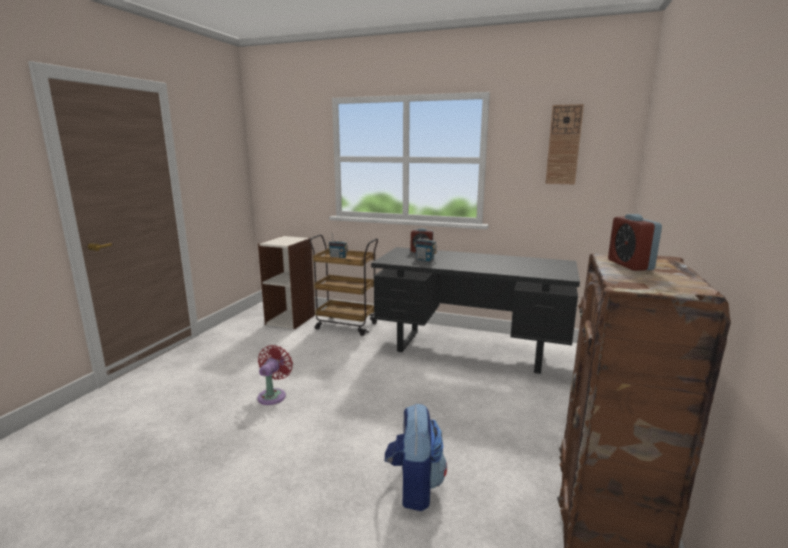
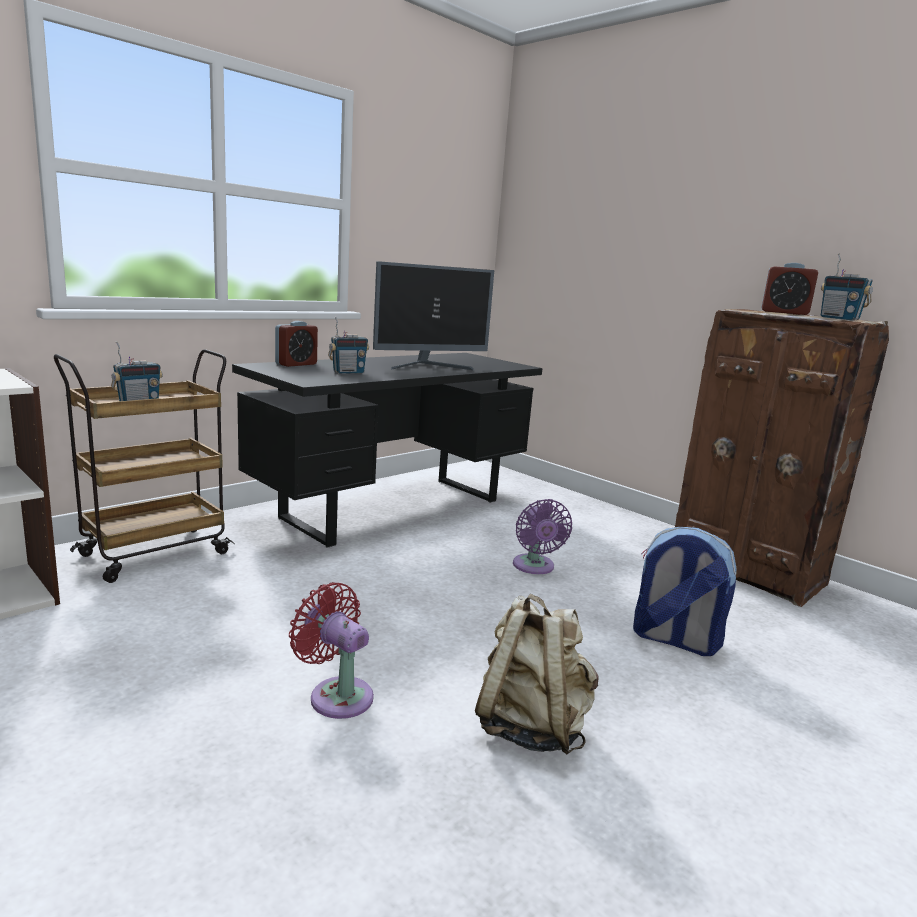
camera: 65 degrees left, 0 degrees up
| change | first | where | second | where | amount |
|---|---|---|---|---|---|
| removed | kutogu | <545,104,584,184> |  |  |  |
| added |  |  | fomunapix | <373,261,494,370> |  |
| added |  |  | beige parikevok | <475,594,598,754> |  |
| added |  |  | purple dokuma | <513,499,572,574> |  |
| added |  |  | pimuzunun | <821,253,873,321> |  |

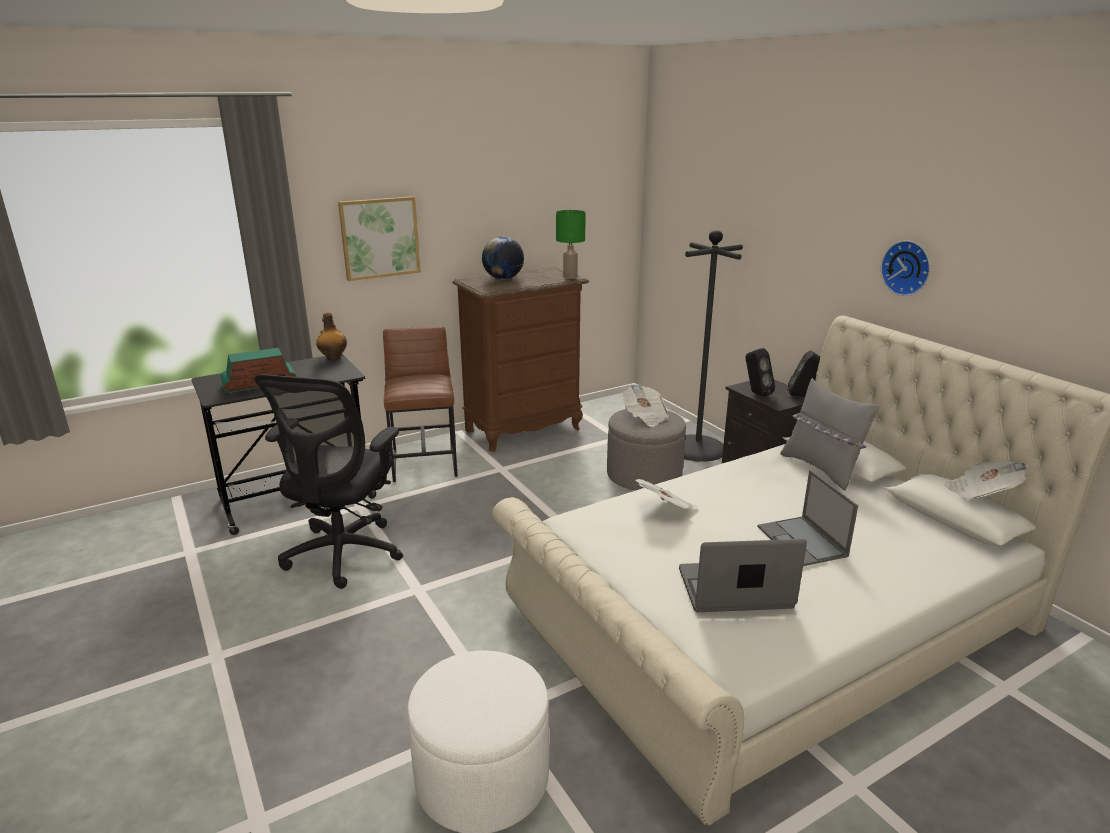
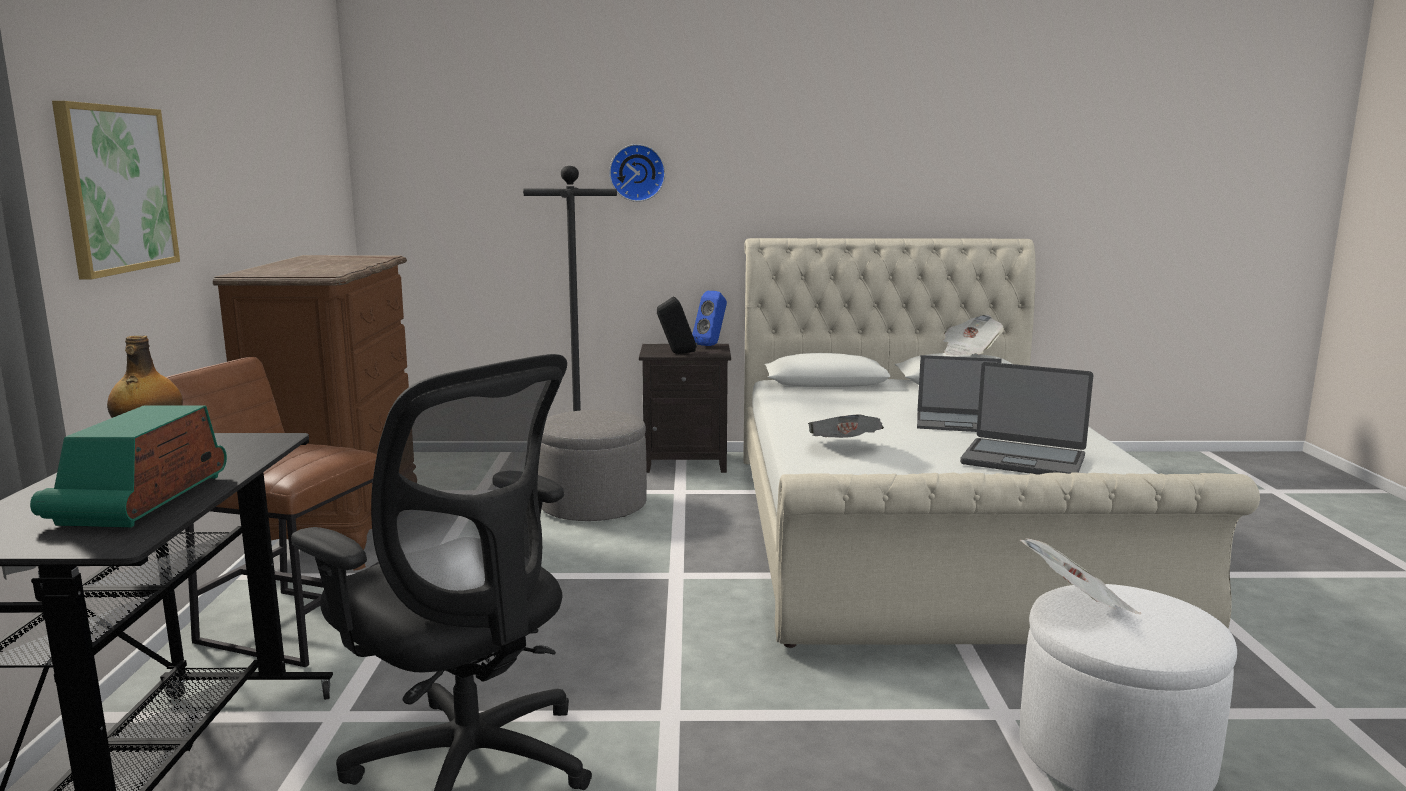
camera: 60 degrees left, 10 degrees down
| change | first | where | second | where | amount |
|---|---|---|---|---|---|
| removed | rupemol | <482,236,524,279> |  |  |  |
| removed | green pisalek | <556,210,586,279> |  |  |  |
| moved | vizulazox | <623,384,669,427> |  | <1020,538,1141,614> |  |
| turned | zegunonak | <679,539,807,612> |  | <960,362,1093,474> | 90 degrees counterclockwise |
| removed | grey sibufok | <780,378,879,490> |  |  |  |
| recoloured | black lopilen | <787,350,820,396> | blue lopilen | <692,291,727,346> |  |
| moved | kutogu | <881,240,930,296> |  | <609,144,666,202> |  |

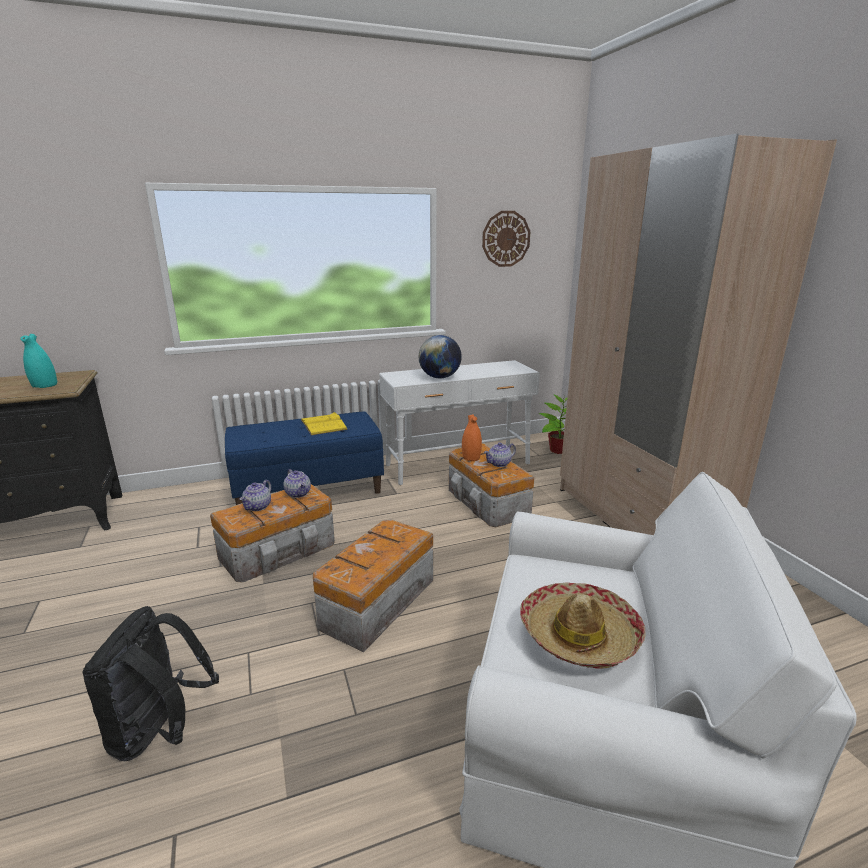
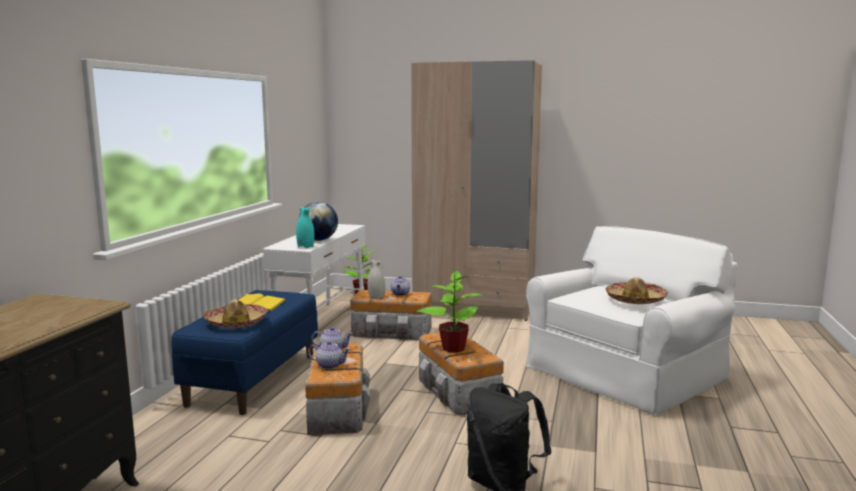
camera: 55 degrees left, 10 degrees down
| change | first | where | second | where | amount |
|---|---|---|---|---|---|
| moved | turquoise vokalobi | <20,334,57,388> |  | <296,207,315,248> |  |
| turned | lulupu | <239,480,271,511> |  | <308,341,350,369> | 45 degrees counterclockwise |
| recoloured | orange vokalobi | <462,414,482,461> | white vokalobi | <367,260,385,299> |  |
| removed | kutogu | <482,211,531,267> |  |  |  |
| added |  |  | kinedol | <203,300,268,328> |  |
| added |  |  | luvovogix | <416,269,483,352> |  |

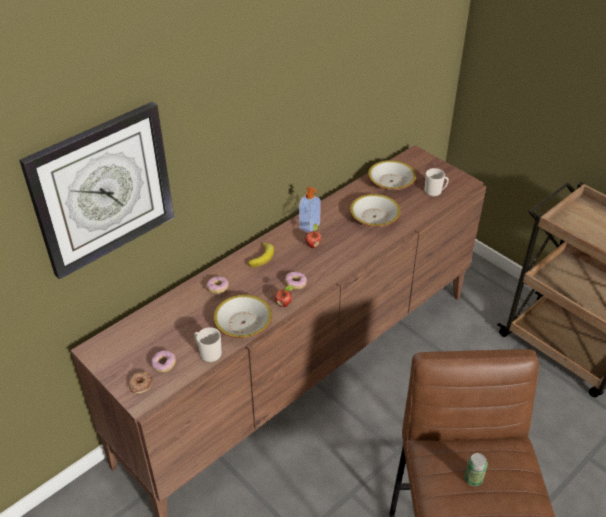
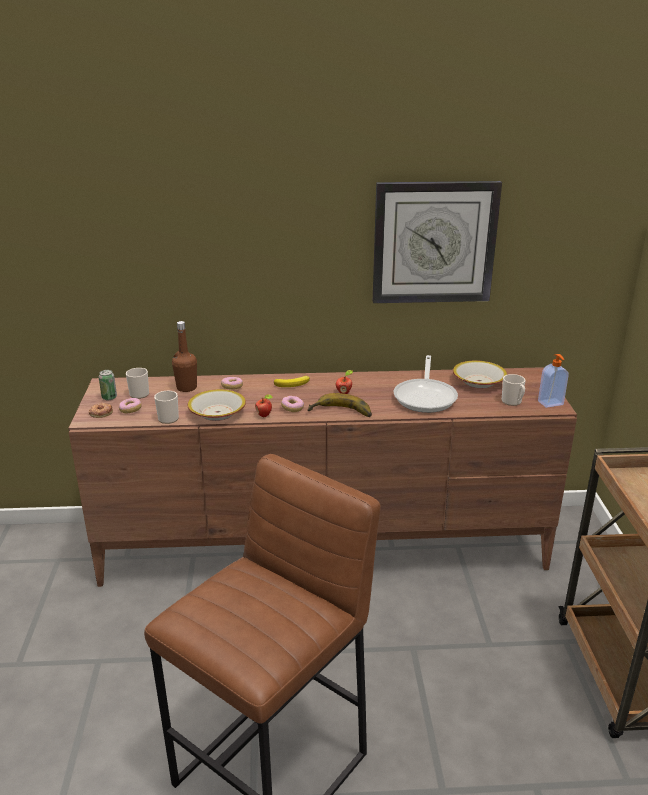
camera: 40 degrees right, 15 degrees down
| change | first | where | second | where | amount |
|---|---|---|---|---|---|
| moved | kutogu | <19,102,174,280> |  | <373,181,502,303> |  |
| moved | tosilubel | <299,187,321,233> |  | <538,354,569,408> |  |
| replaced | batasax | <350,194,401,227> | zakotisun | <394,355,458,413> |  |
| moved | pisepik | <464,453,488,486> |  | <99,370,117,400> |  |
| added |  |  | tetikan | <126,368,149,399> |  |
| added |  |  | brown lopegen | <172,321,197,392> |  |
| added |  |  | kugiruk | <307,393,372,417> |  |

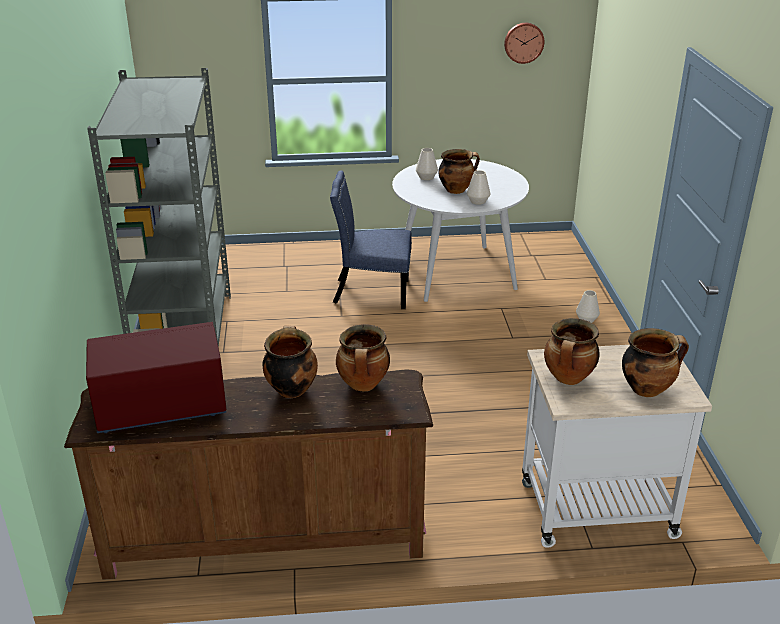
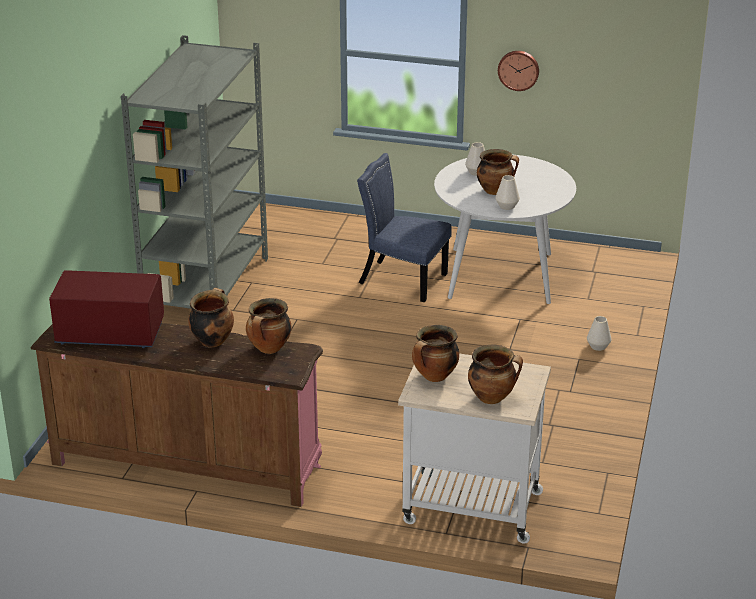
camera: 20 degrees right, 0 degrees up
| change | first | where | second | where | amount |
|---|---|---|---|---|---|
| moved | kutogu | <504,23,544,64> |  | <498,51,539,91> |  |

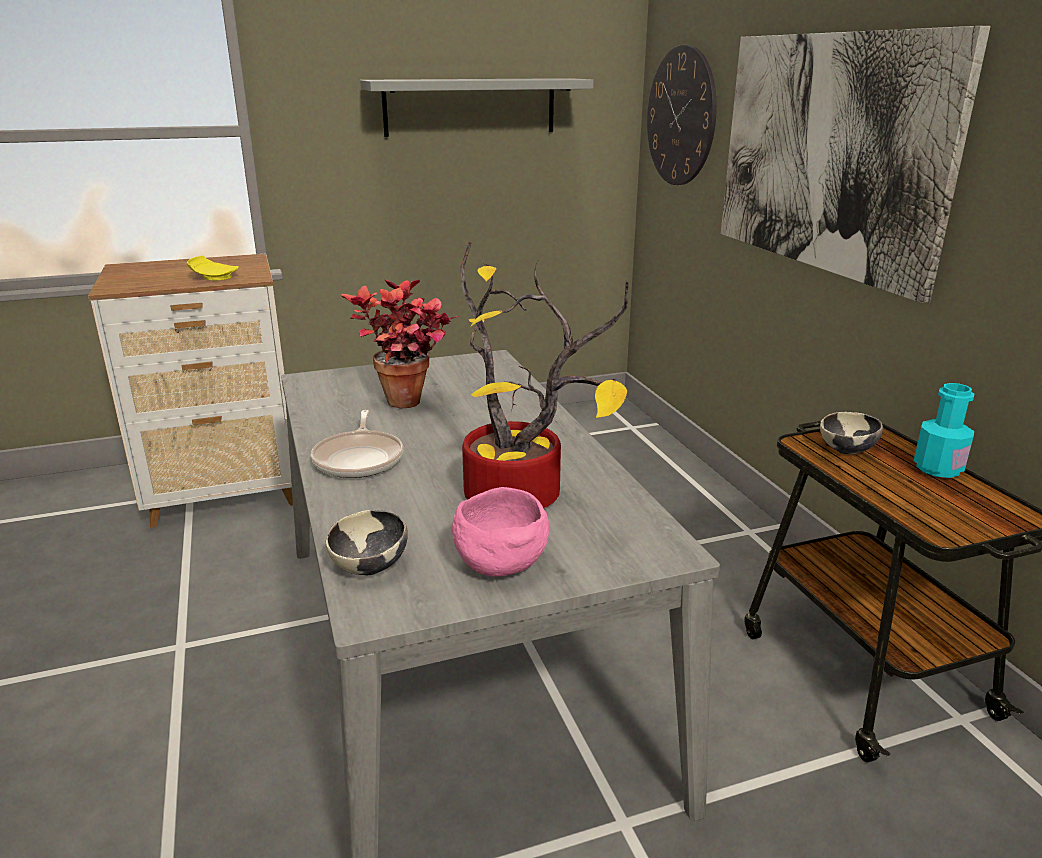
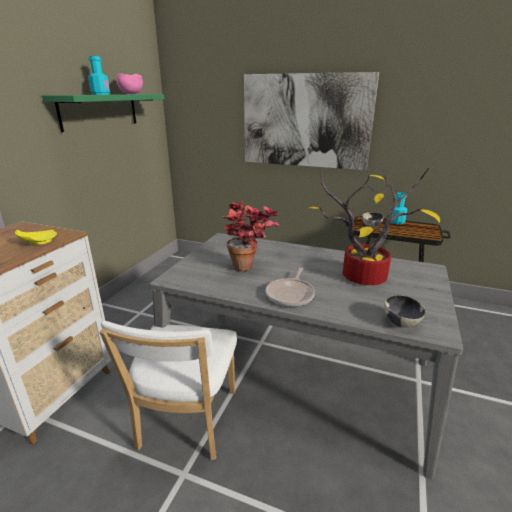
camera: 50 degrees left, 0 degrees up
| change | first | where | second | where | amount |
|---|---|---|---|---|---|
| turned | zakotisun | <311,410,404,478> |  | <266,267,315,307> | 75 degrees clockwise |
| recoloured | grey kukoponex | <360,78,594,137> | green kukoponex | <42,94,164,132> |  |
| moved | pink batasax | <452,487,549,577> |  | <116,73,143,94> |  |
| removed | kutogu | <647,45,717,185> |  |  |  |
| added |  |  | turquoise lopegen | <88,56,110,95> |  |
| added |  |  | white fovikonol | <99,321,237,460> |  |

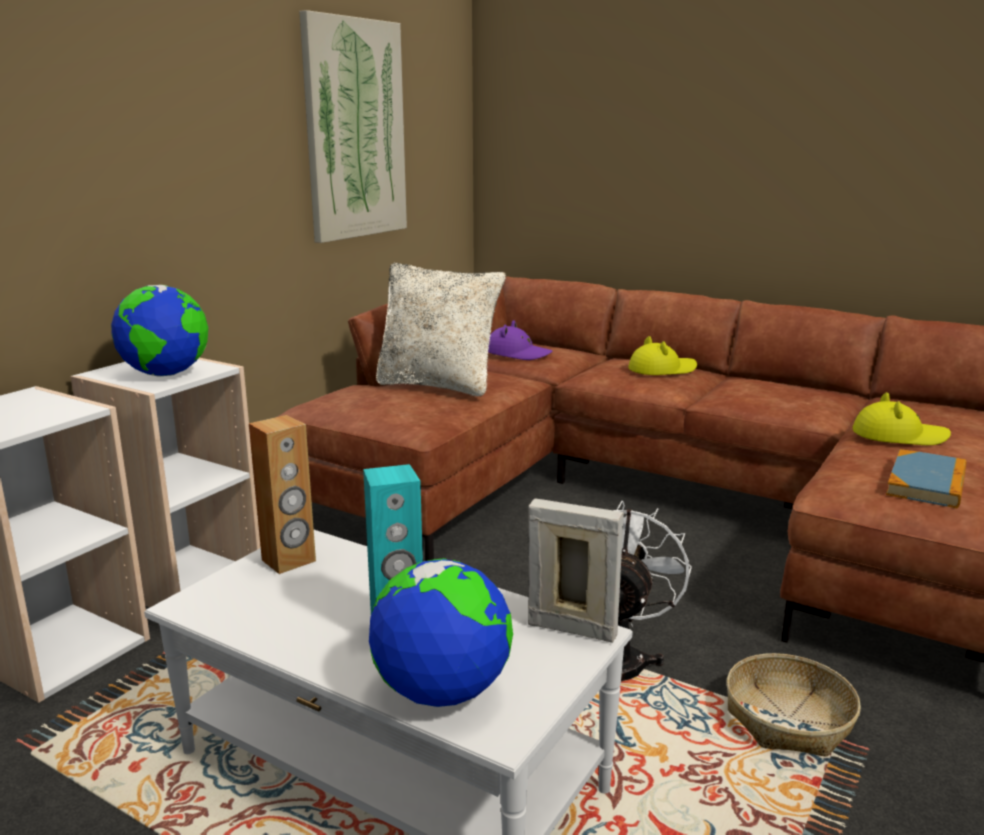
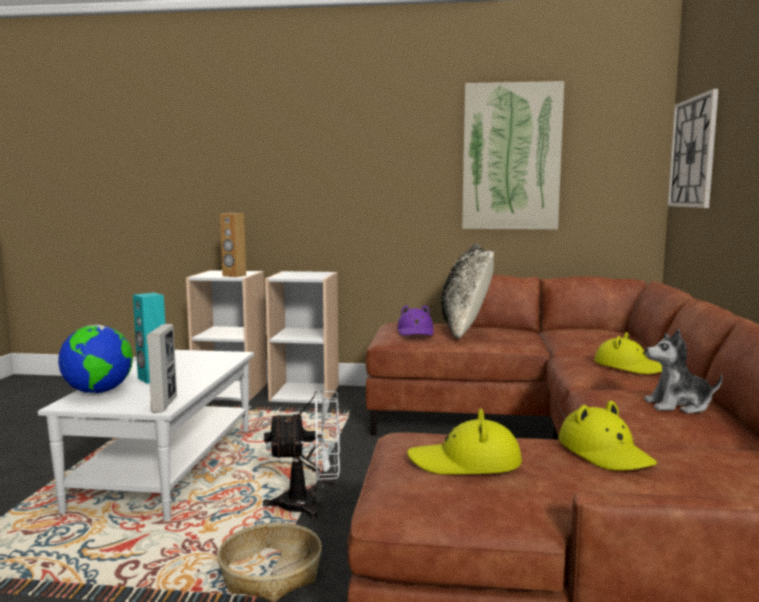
camera: 65 degrees right, 10 degrees down
| change | first | where | second | where | amount |
|---|---|---|---|---|---|
| removed | rupemol | <111,285,208,377> |  |  |  |
| moved | brown lopilen | <249,415,316,574> |  | <220,213,246,277> |  |
| moved | purple kinedol | <488,320,553,360> |  | <397,305,434,336> |  |
| replaced | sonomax | <886,449,966,508> | yellow kinedol | <407,408,522,475> |  |
| added |  |  | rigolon | <644,329,723,413> |  |
| added |  |  | kutogu | <668,89,719,208> |  |

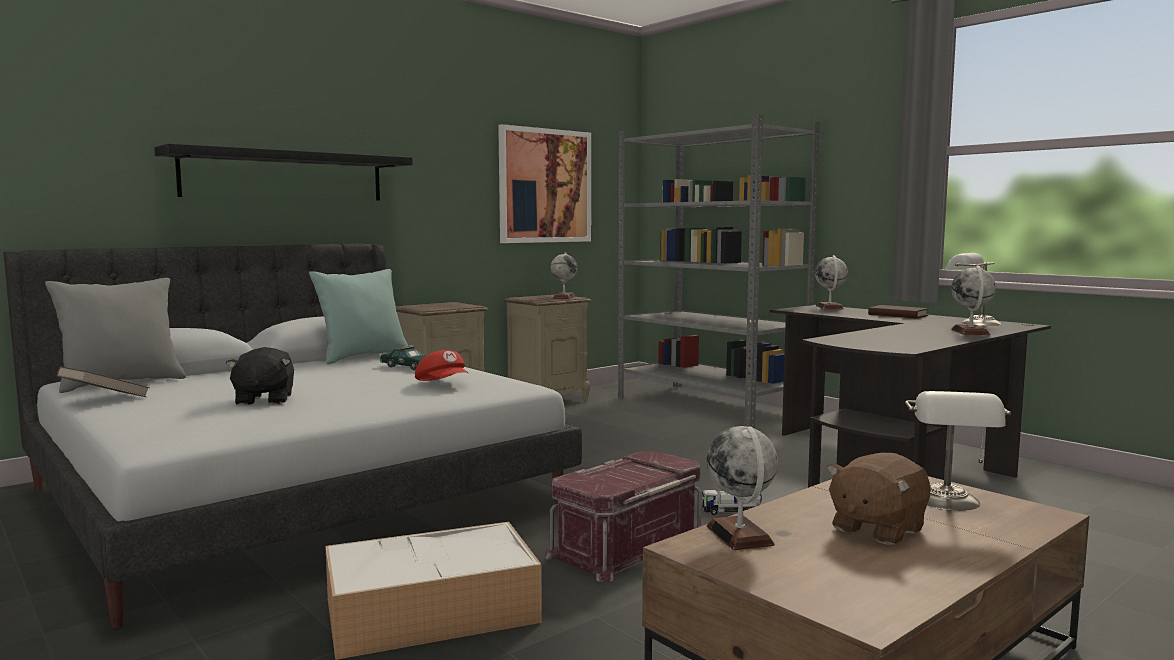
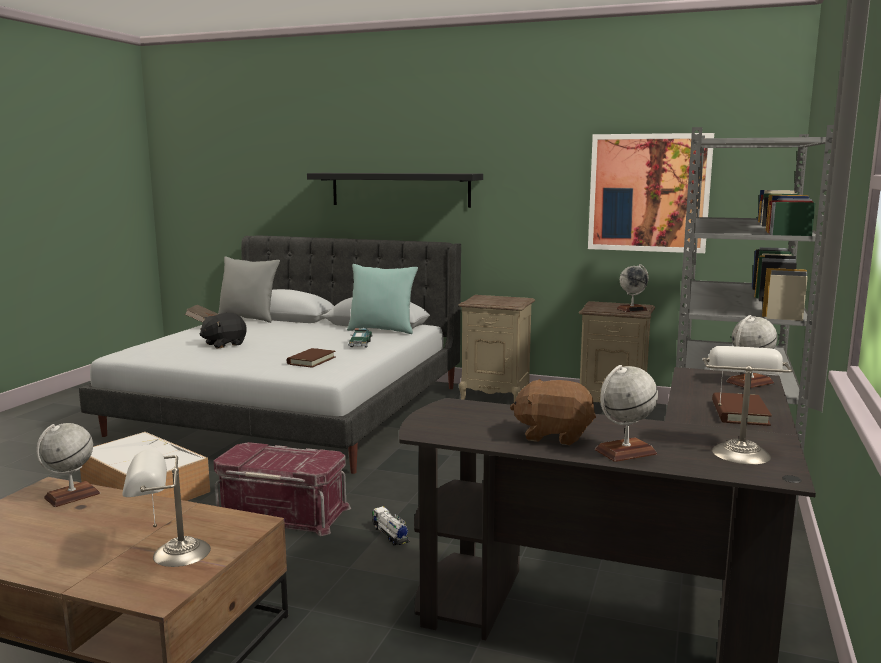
camera: 60 degrees right, 5 degrees up
| change | first | where | second | where | amount |
|---|---|---|---|---|---|
| replaced | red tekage | <415,350,468,381> | brown sonomax | <287,348,336,368> |  |
| moved | brown rigolon | <827,453,930,545> |  | <510,379,596,445> |  |

